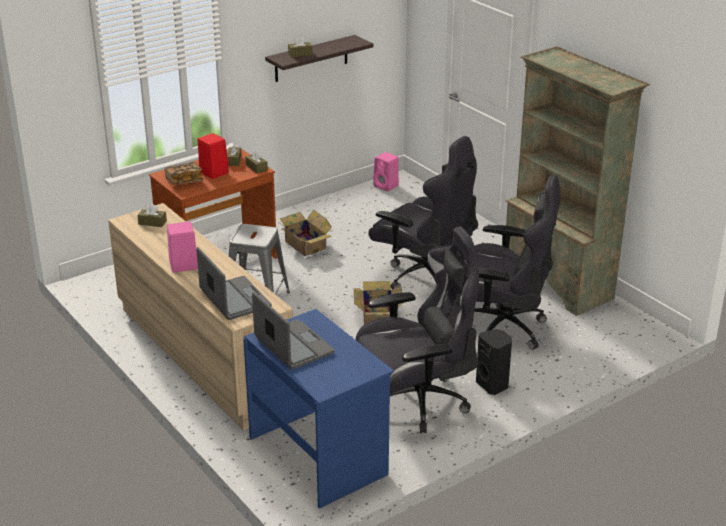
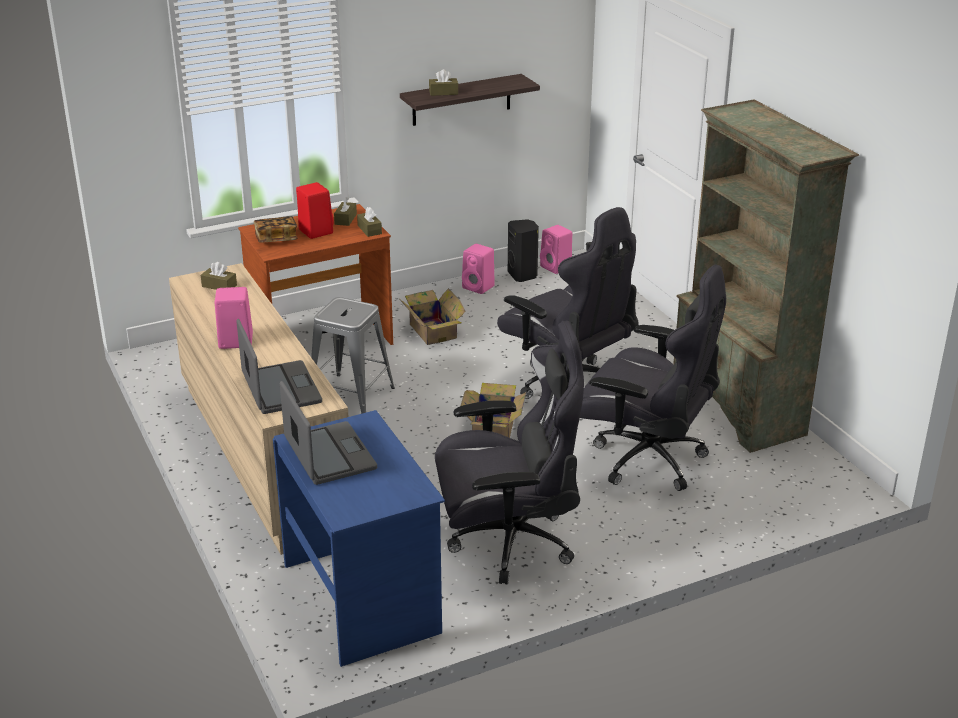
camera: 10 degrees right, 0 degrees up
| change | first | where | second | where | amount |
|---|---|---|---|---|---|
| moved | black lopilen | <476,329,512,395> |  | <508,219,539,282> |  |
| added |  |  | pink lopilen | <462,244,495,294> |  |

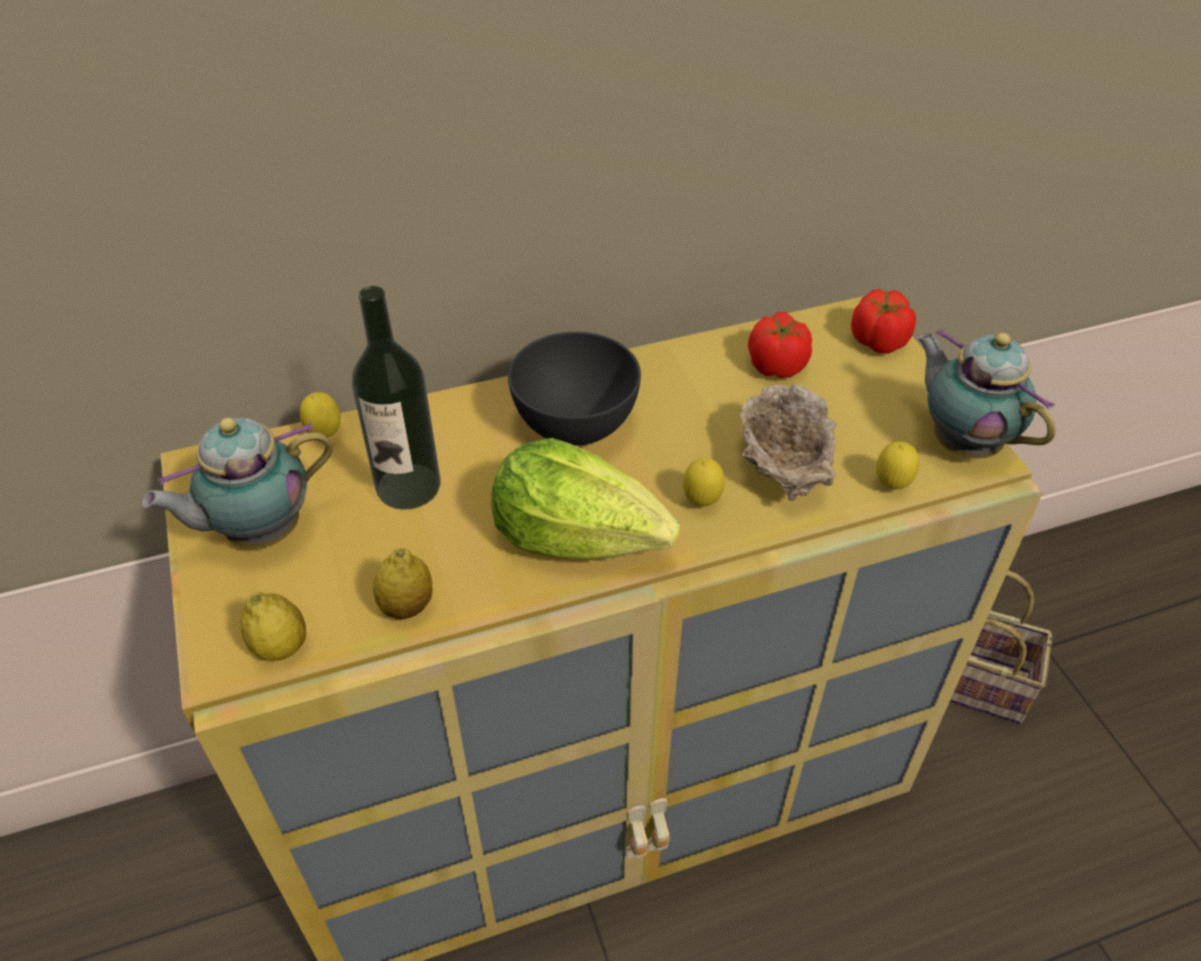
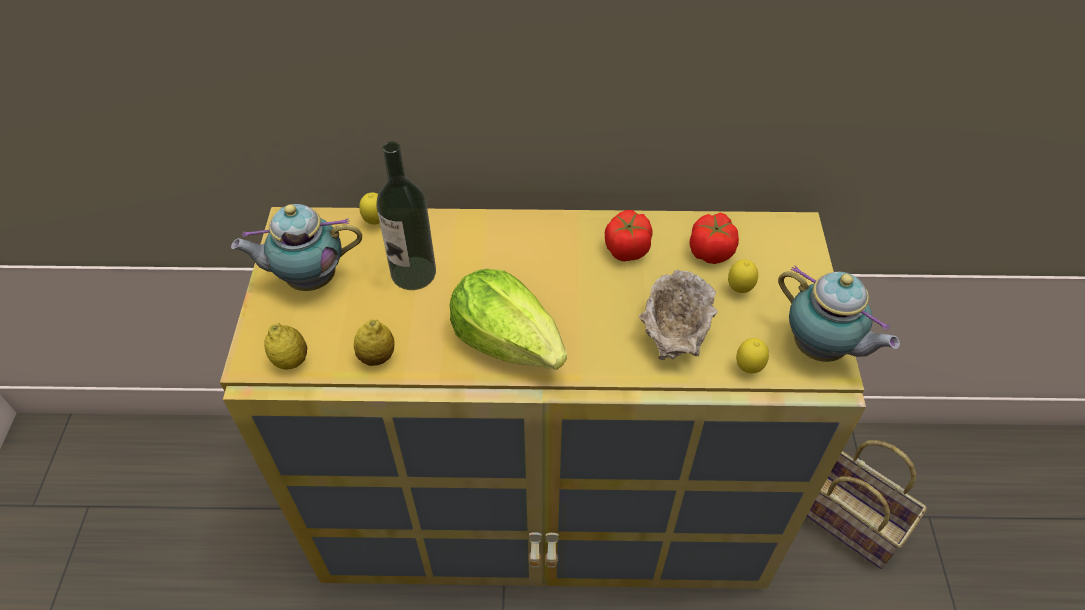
camera: 20 degrees right, 5 degrees up
| change | first | where | second | where | amount |
|---|---|---|---|---|---|
| removed | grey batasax | <508,332,641,446> |  |  |  |
| moved | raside | <683,458,725,506> |  | <728,260,758,293> |  |
| moved | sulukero | <851,289,916,354> |  | <605,210,653,262> |  |
| turned | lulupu | <917,329,1055,458> |  | <778,266,900,362> | 150 degrees clockwise |

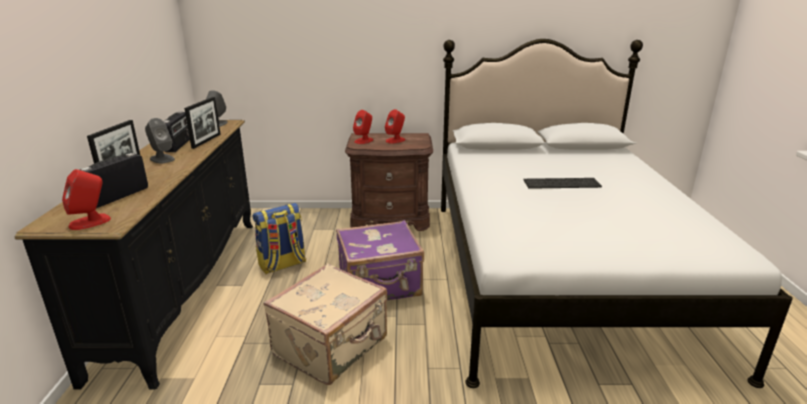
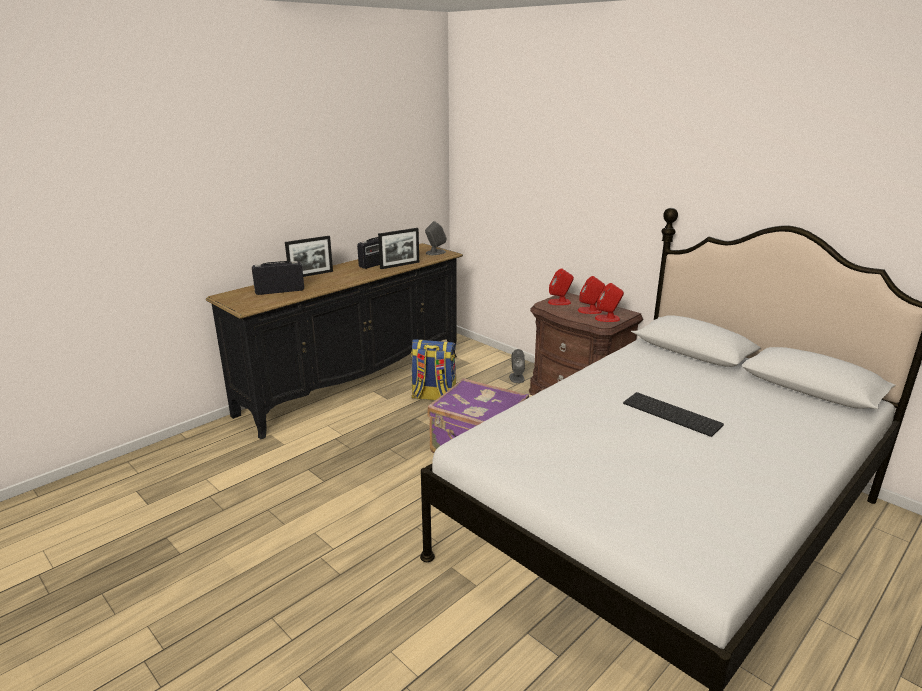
camera: 45 degrees right, 0 degrees up
| change | first | where | second | where | amount |
|---|---|---|---|---|---|
| moved | red lopilen | <62,169,111,230> |  | <595,283,624,322> |  |
| moved | grey lopilen | <145,118,175,163> |  | <509,349,525,383> |  |
| removed | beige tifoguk | <263,263,387,385> |  |  |  |

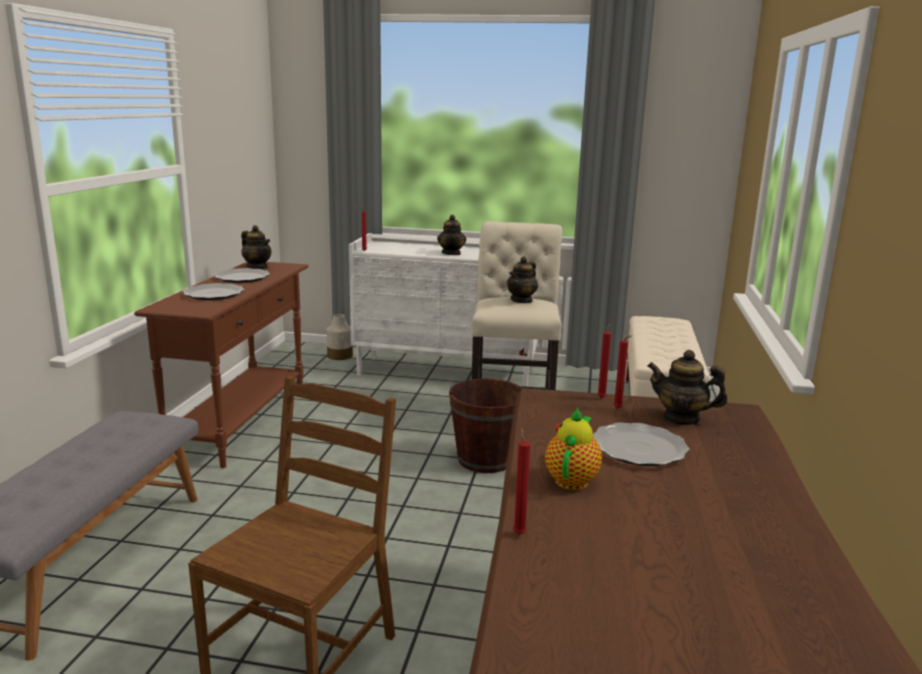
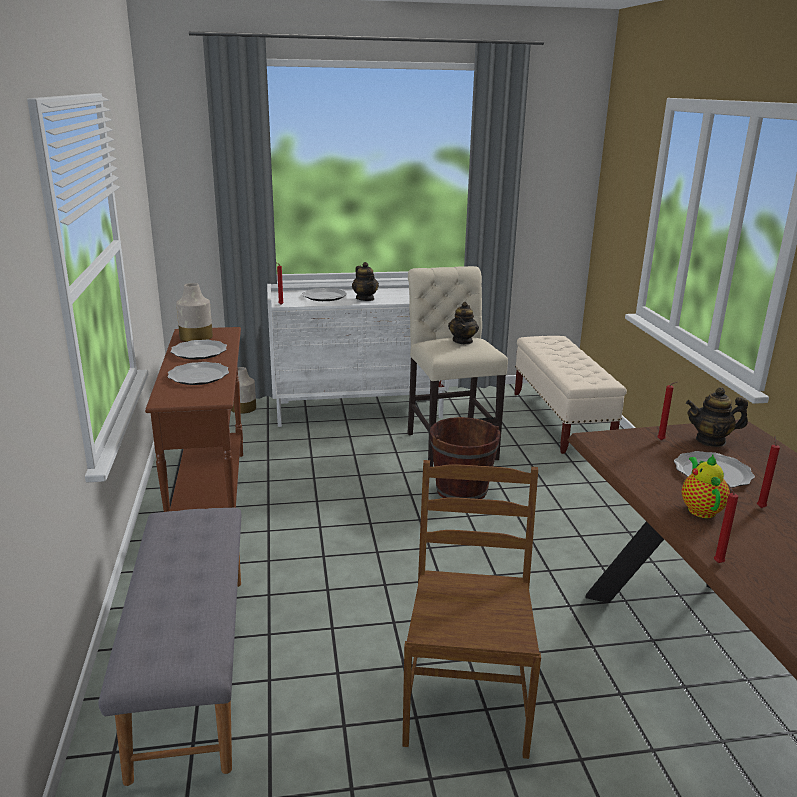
camera: 20 degrees left, 5 degrees up
| change | first | where | second | where | amount |
|---|---|---|---|---|---|
| replaced | lulupu | <241,225,272,269> | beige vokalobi | <176,283,213,342> |  |
| moved | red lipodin | <597,323,611,398> |  | <757,436,780,508> |  |
| added |  |  | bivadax | <302,288,347,301> |  |

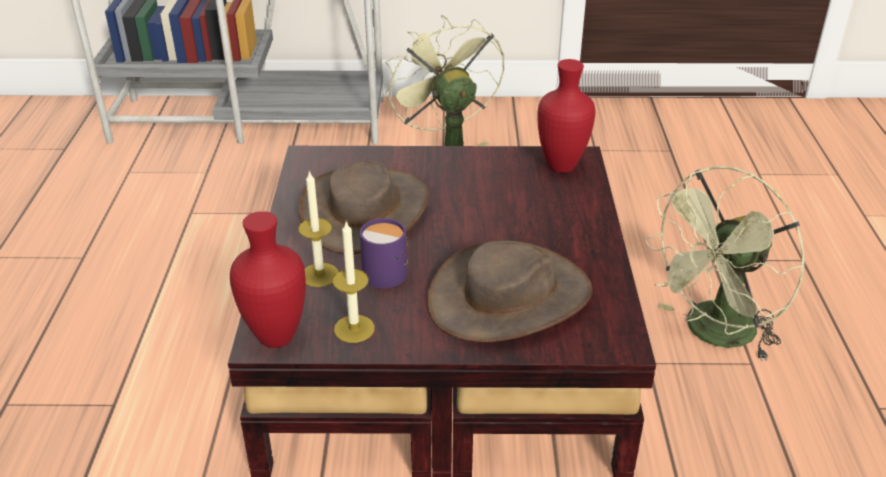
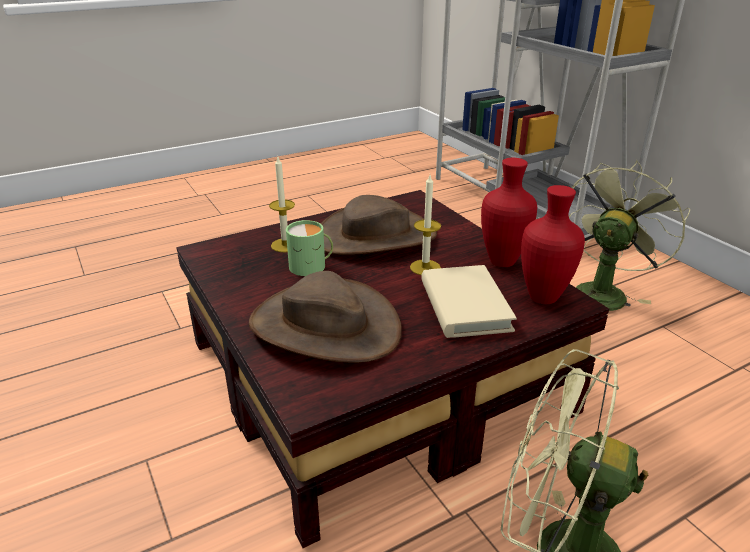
camera: 60 degrees right, 5 degrees down
| change | first | where | second | where | amount |
|---|---|---|---|---|---|
| moved | red vokalobi | <230,211,306,348> |  | <481,158,537,267> |  |
| moved | lipodin | <333,222,375,343> |  | <410,175,441,275> |  |
| recoloured | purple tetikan | <360,218,408,288> | green tetikan | <286,220,333,276> |  |
| added |  |  | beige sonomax | <421,265,517,338> |  |

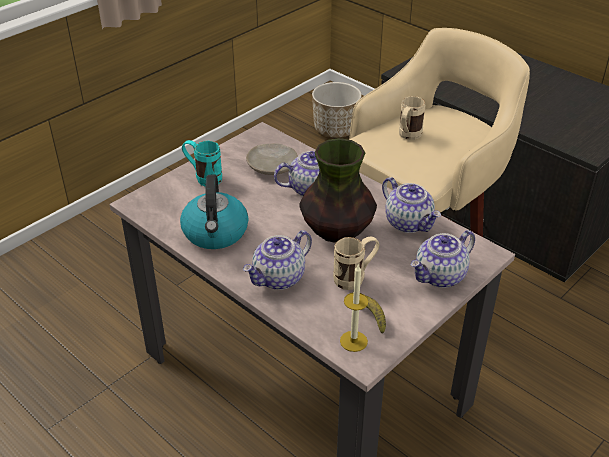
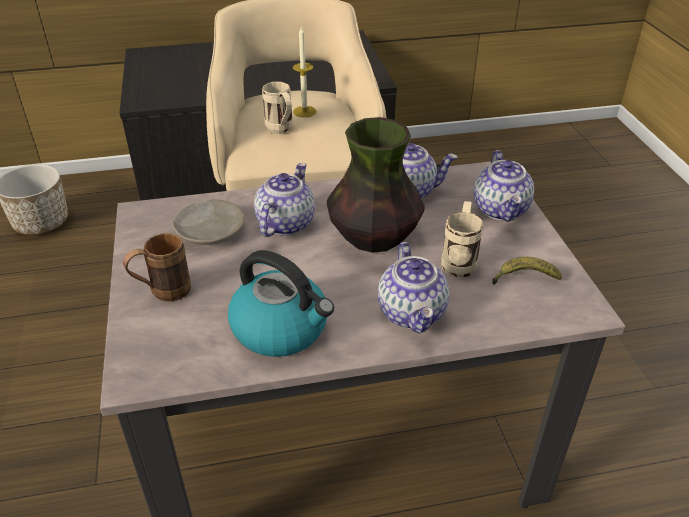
camera: 55 degrees left, 0 degrees up
| change | first | where | second | where | amount |
|---|---|---|---|---|---|
| recoloured | turquoise tetikan | <182,140,222,187> | brown tetikan | <123,233,191,302> |  |
| moved | lipodin | <340,265,369,352> |  | <293,27,316,117> |  |

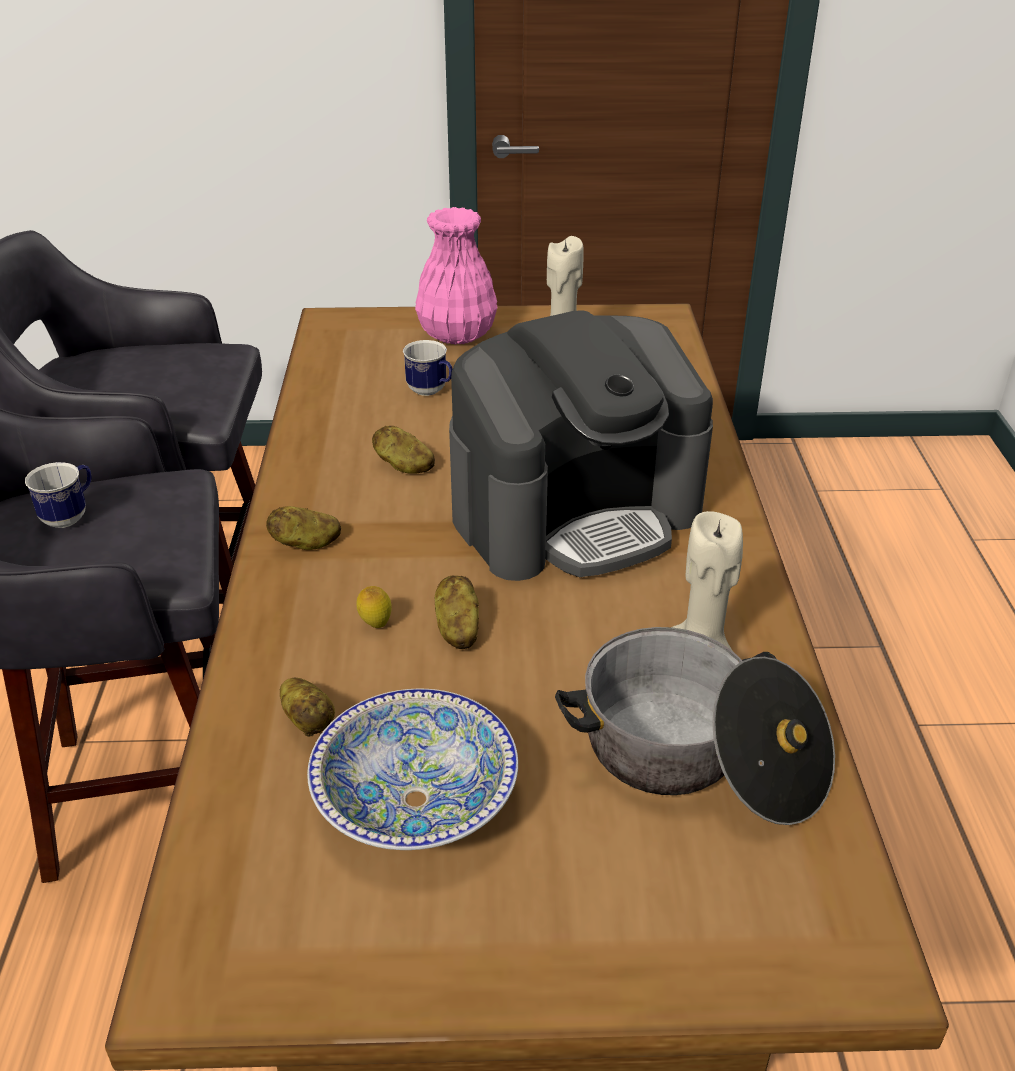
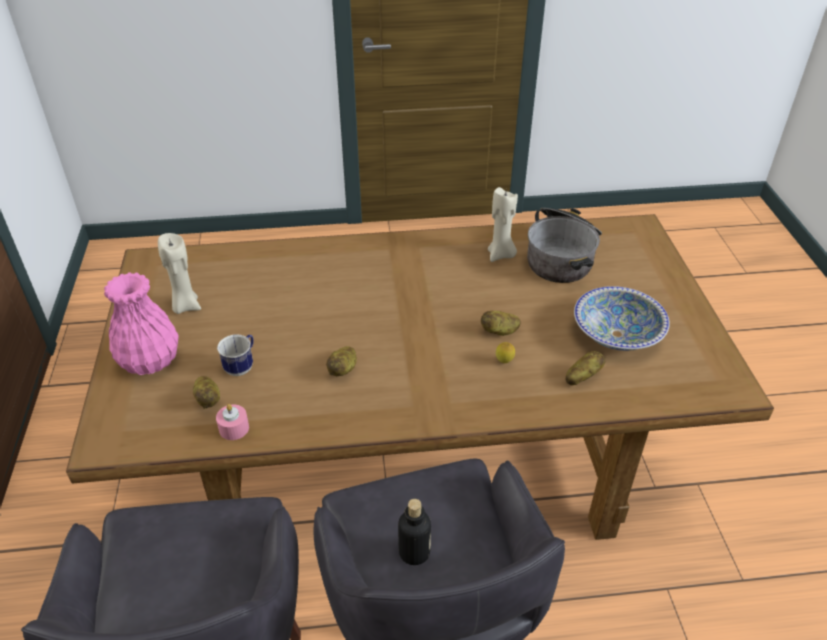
camera: 95 degrees left, 5 degrees up
| change | first | where | second | where | amount |
|---|---|---|---|---|---|
| replaced | tetikan | <25,462,91,528> | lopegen | <398,499,431,565> |  |
| moved | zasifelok | <266,506,341,550> |  | <193,376,220,409> |  |
| removed | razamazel | <449,310,713,581> |  |  |  |
| added |  |  | pink lipodin | <216,404,249,440> |  |

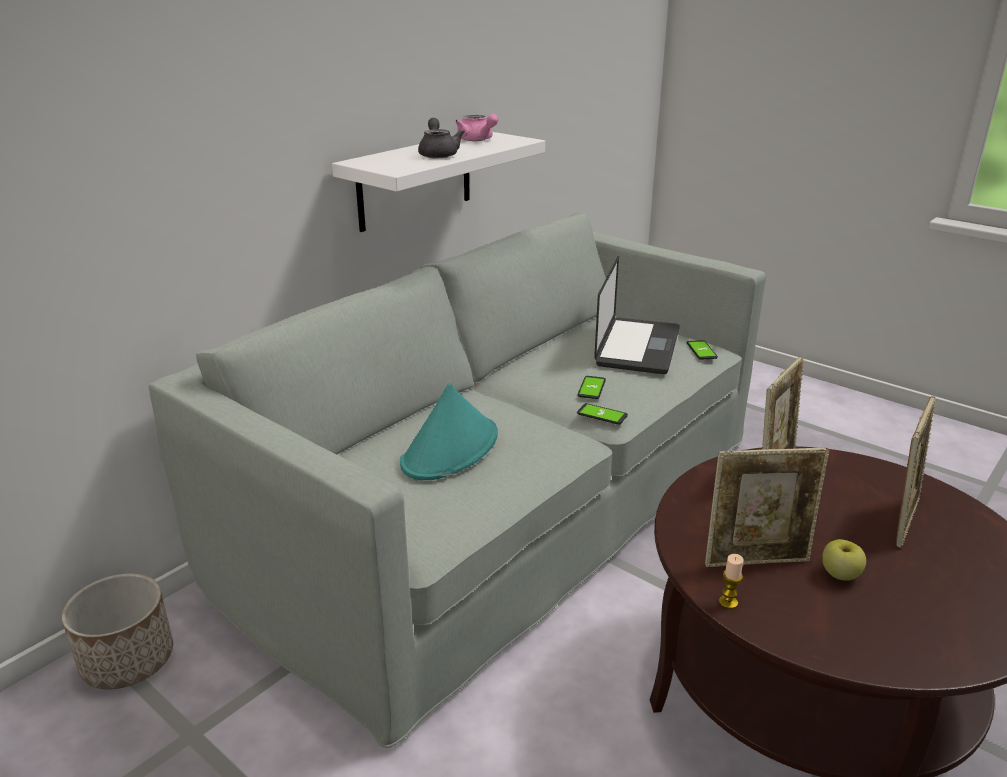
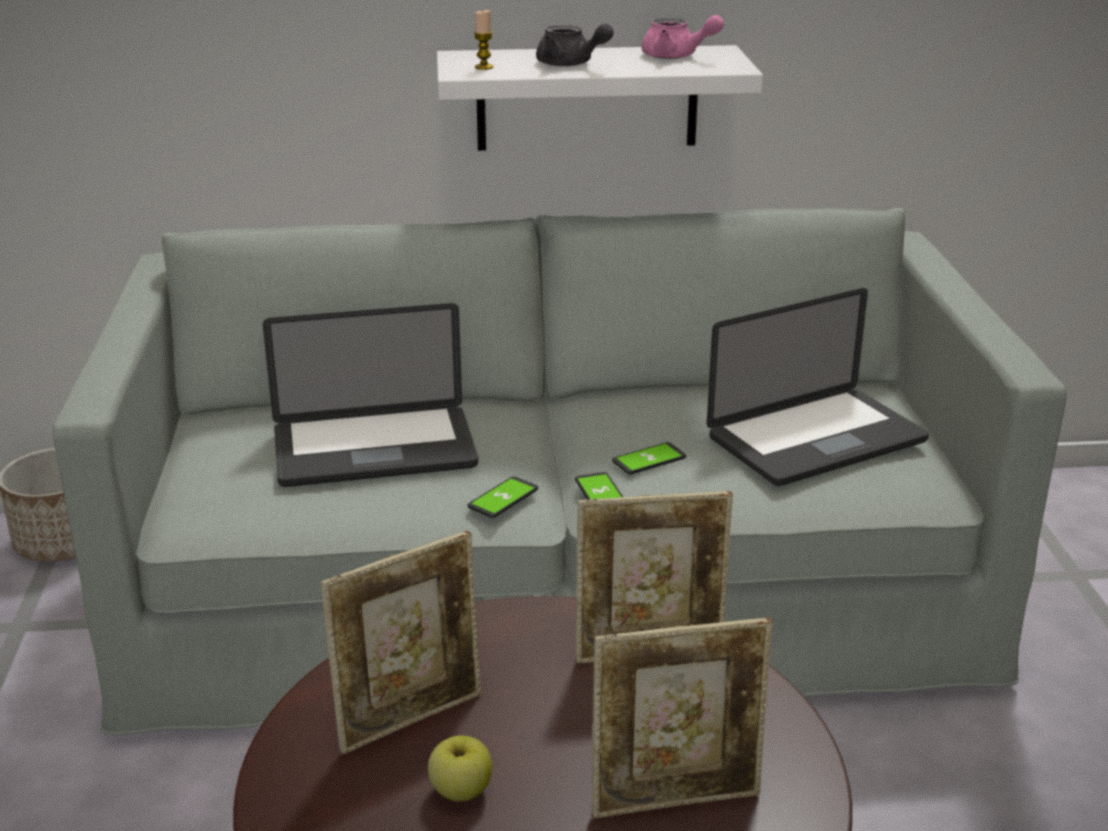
camera: 45 degrees right, 0 degrees up
| change | first | where | second | where | amount |
|---|---|---|---|---|---|
| replaced | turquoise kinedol | <400,384,498,480> | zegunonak | <263,303,478,487> |  |
| turned | grey lulupu | <418,118,465,158> |  | <536,23,614,67> | 90 degrees clockwise |
| turned | pink lulupu | <455,114,498,141> |  | <642,15,724,59> | 75 degrees counterclockwise |
| moved | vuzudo | <687,340,718,360> |  | <467,477,538,518> |  |
| turned | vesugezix | <705,448,830,567> |  | <321,531,481,754> | 75 degrees counterclockwise |
| moved | lipodin | <719,554,744,609> |  | <474,10,493,70> |  |

